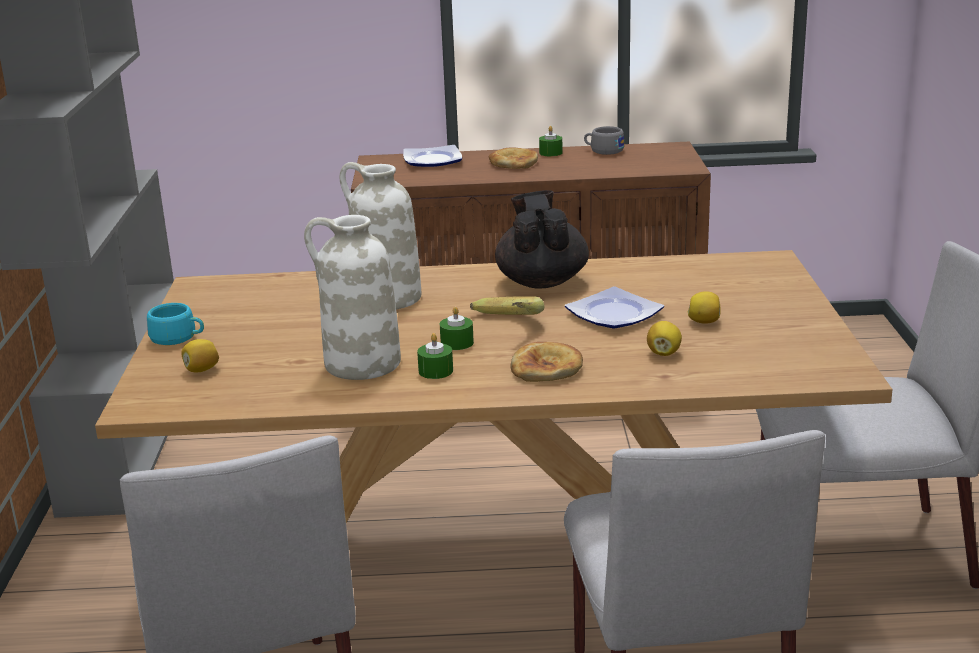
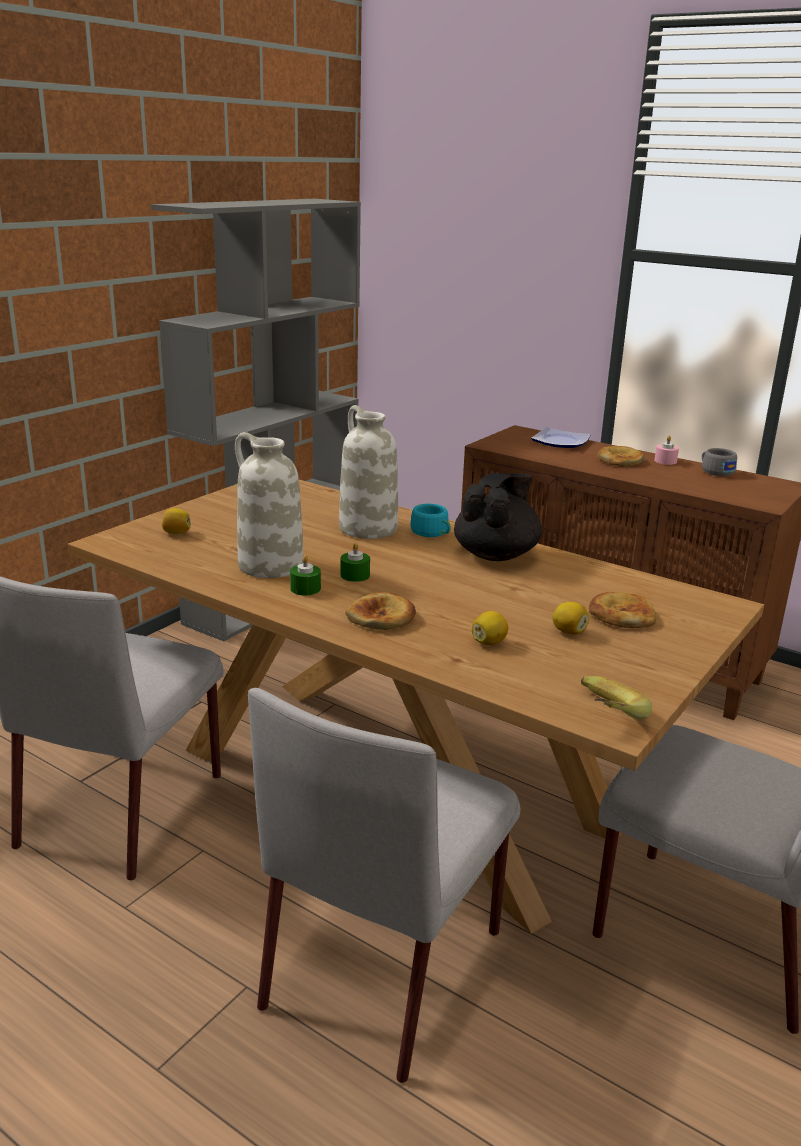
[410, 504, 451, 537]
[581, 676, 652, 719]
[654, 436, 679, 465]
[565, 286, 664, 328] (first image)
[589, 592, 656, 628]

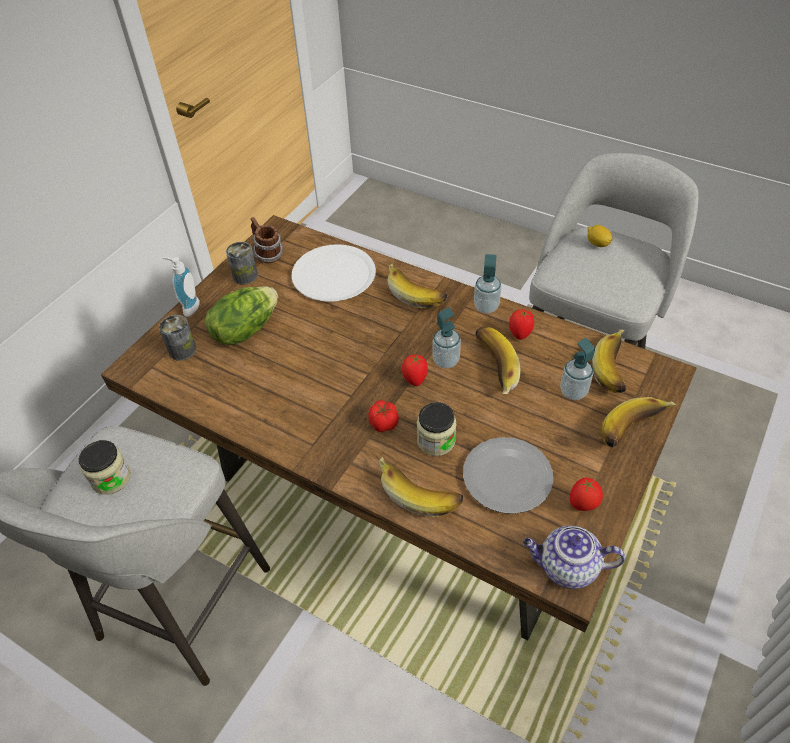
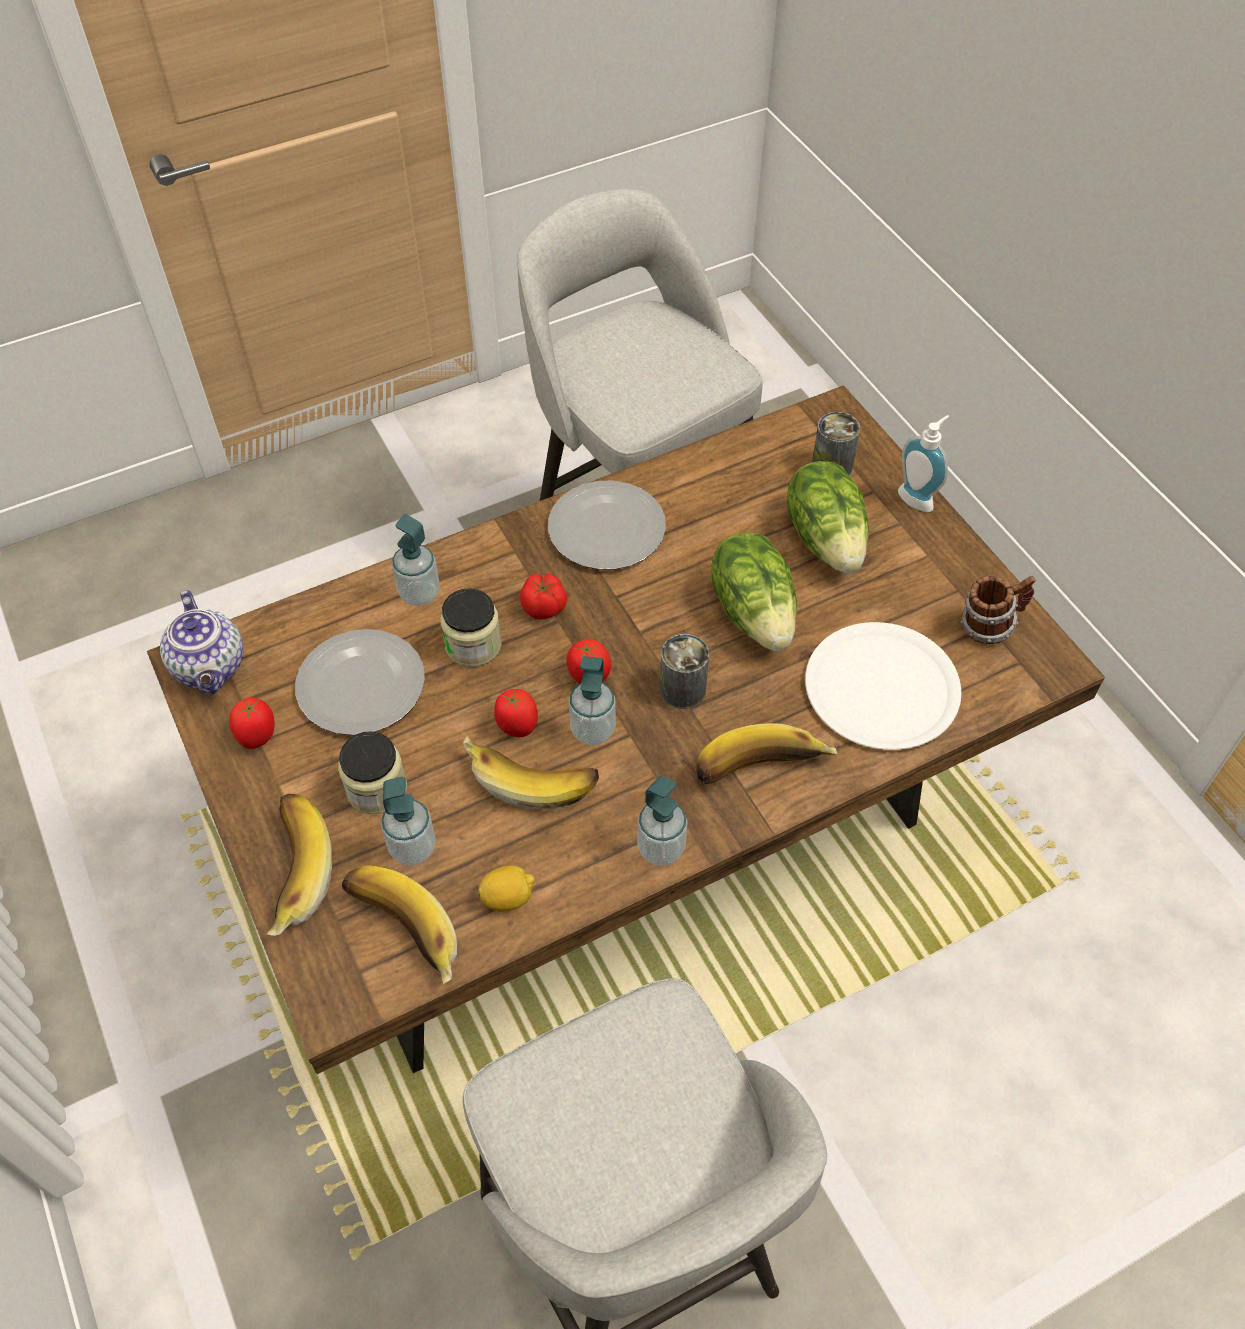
[338, 731, 407, 814]
[660, 634, 709, 709]
[392, 514, 440, 606]
[494, 689, 538, 737]
[160, 590, 244, 695]
[478, 866, 534, 912]
[548, 481, 666, 570]
[712, 533, 797, 652]

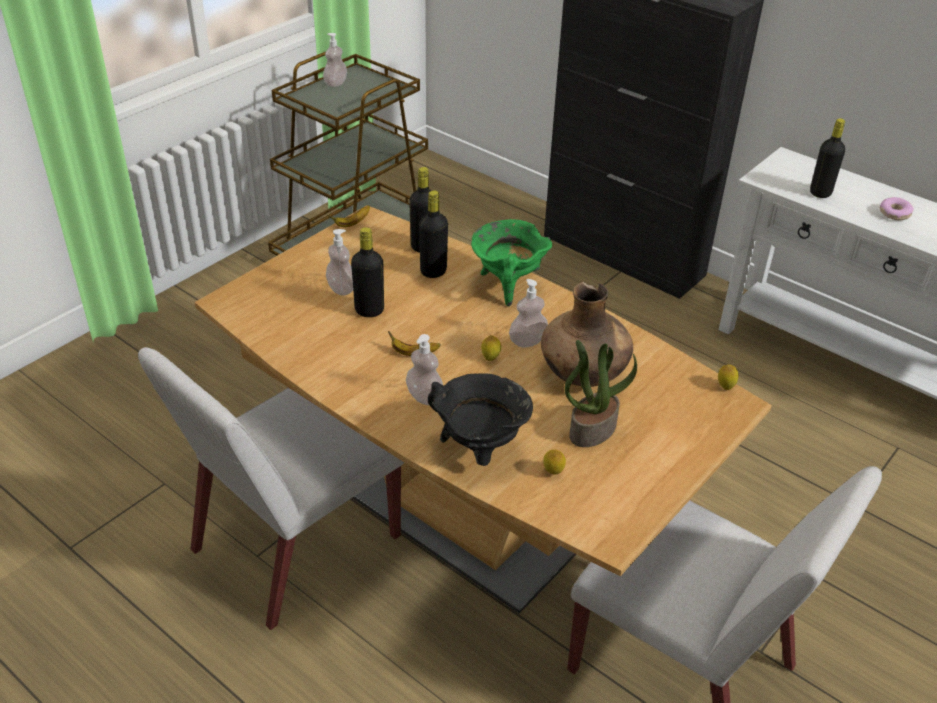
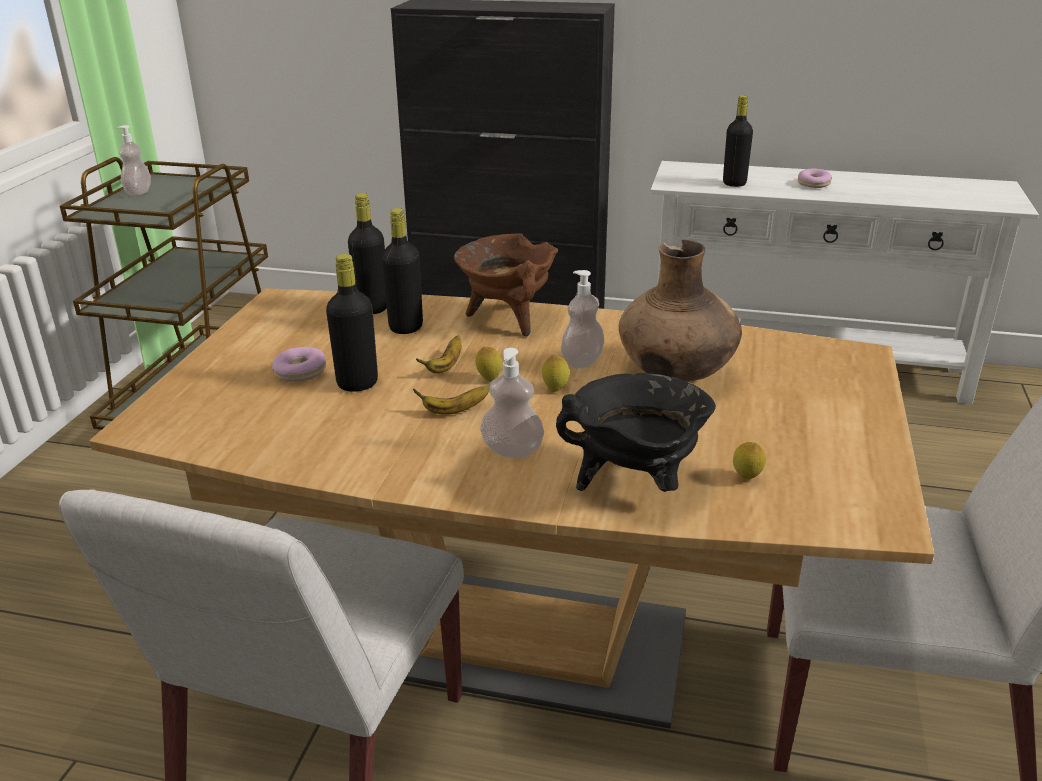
[272, 347, 326, 382]
[416, 336, 461, 373]
[454, 233, 558, 337]
[565, 340, 637, 447] (first image)
[476, 347, 502, 381]

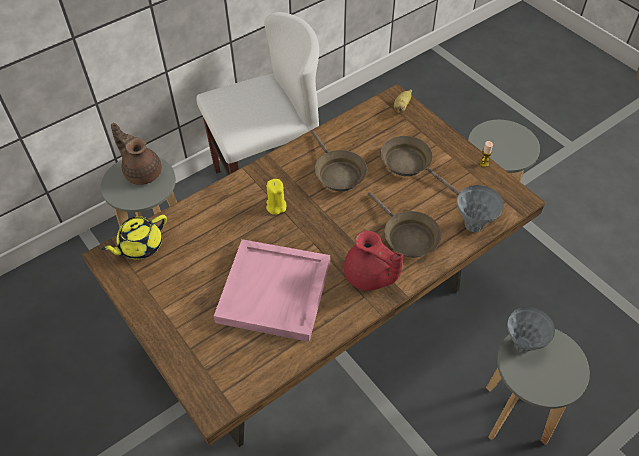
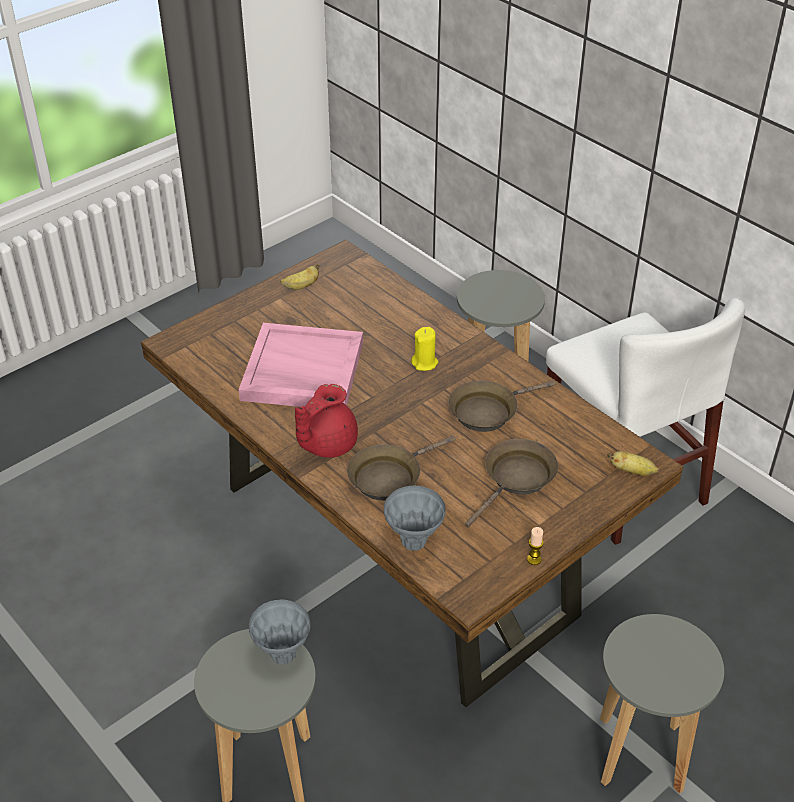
[101, 215, 167, 259] (first image)
[111, 123, 162, 185] (first image)
[280, 264, 320, 290]

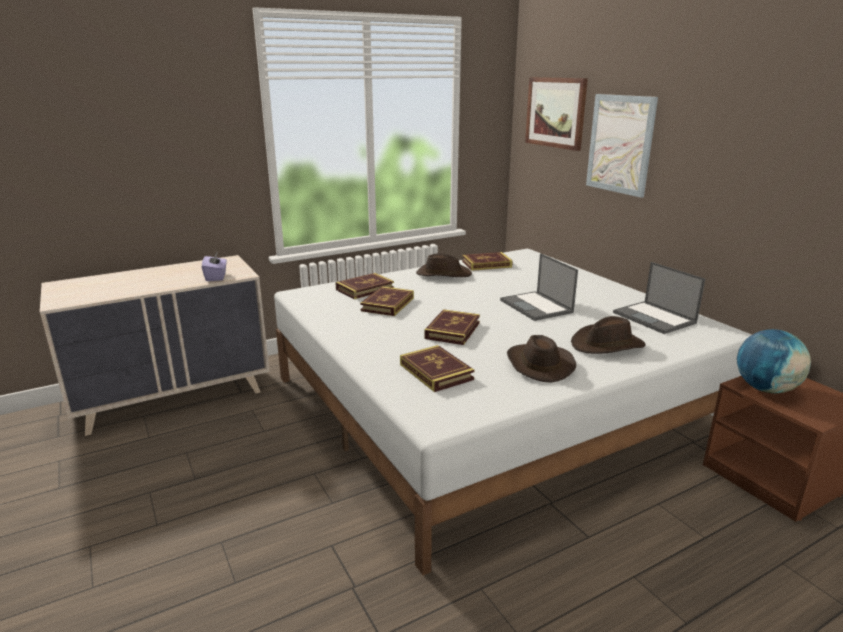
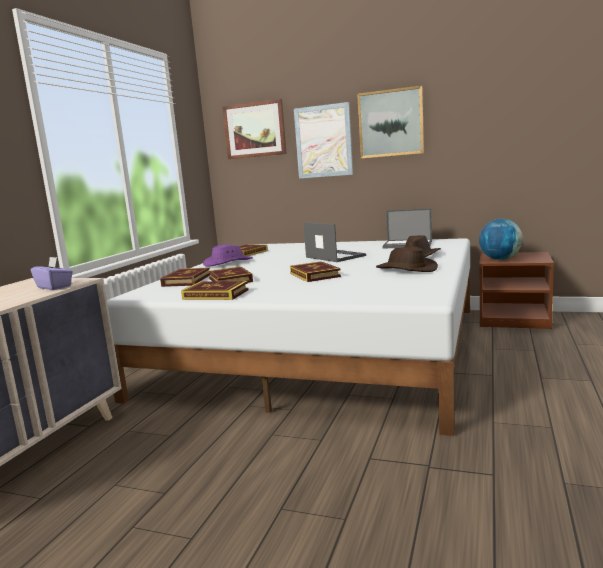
[181, 281, 249, 300]
[203, 245, 253, 267]
[303, 222, 366, 262]
[357, 85, 424, 158]

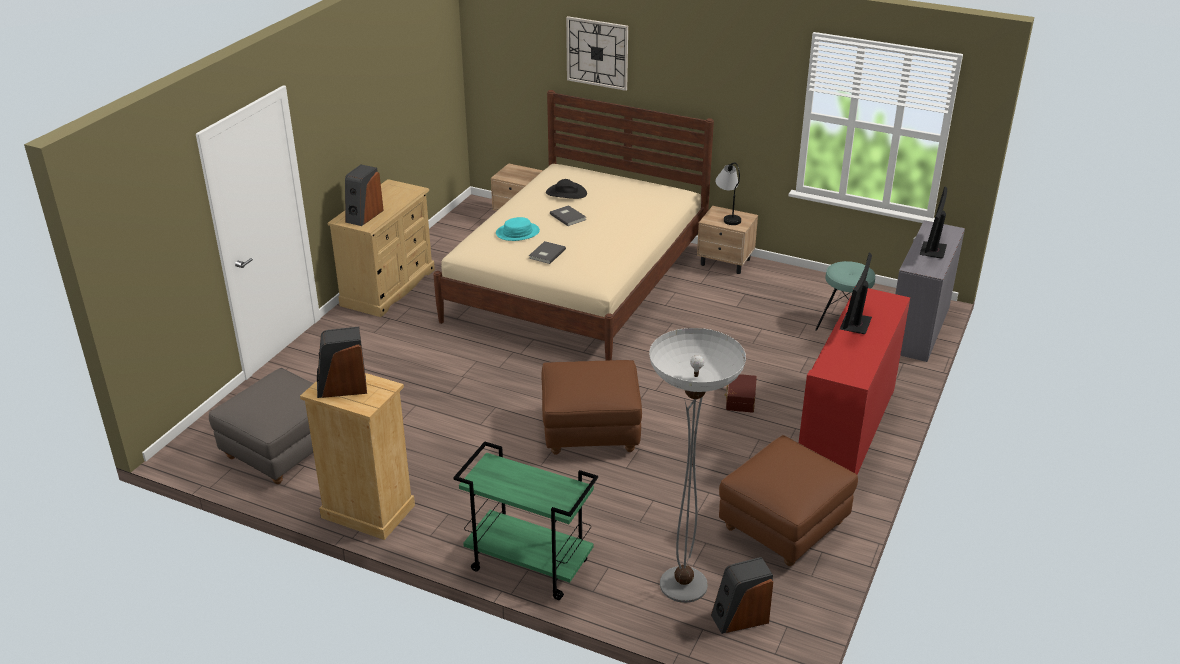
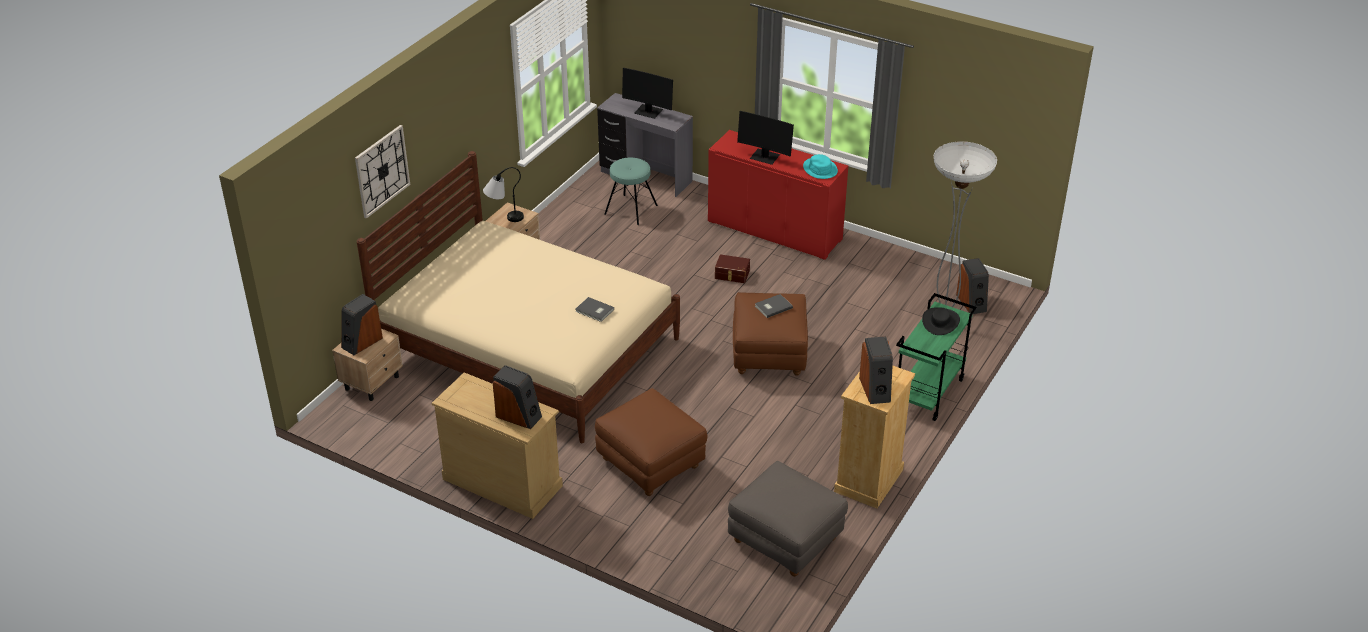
[803, 154, 838, 179]
[922, 307, 960, 335]
[755, 294, 793, 318]
[595, 388, 707, 496]
[341, 294, 383, 355]

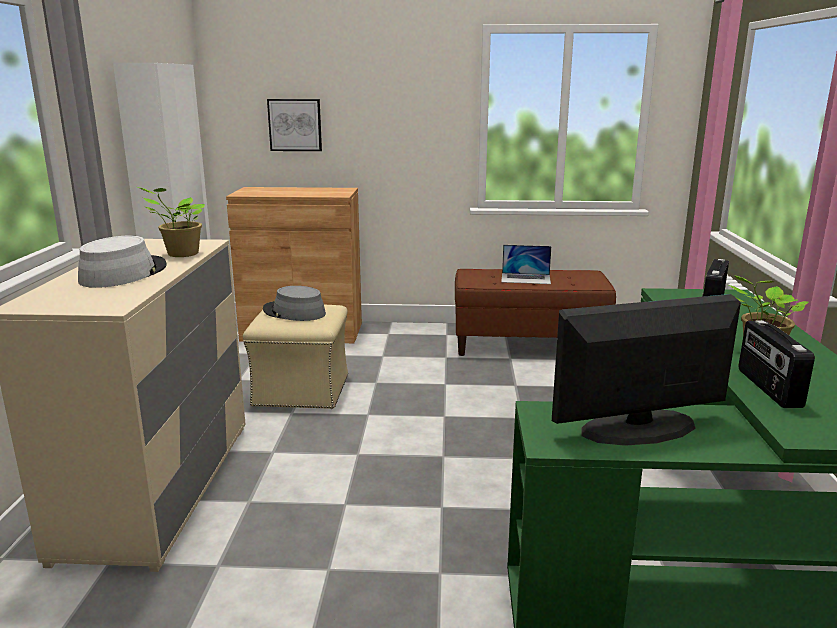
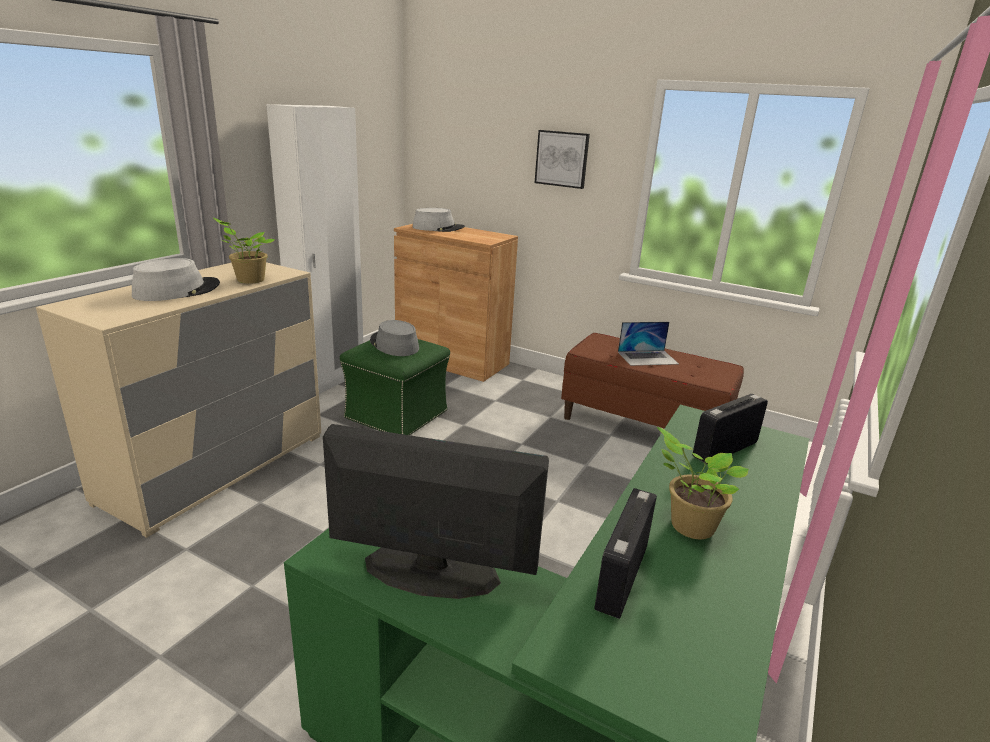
[340, 339, 450, 435]
[535, 130, 590, 189]
[618, 322, 679, 366]
[412, 208, 465, 232]

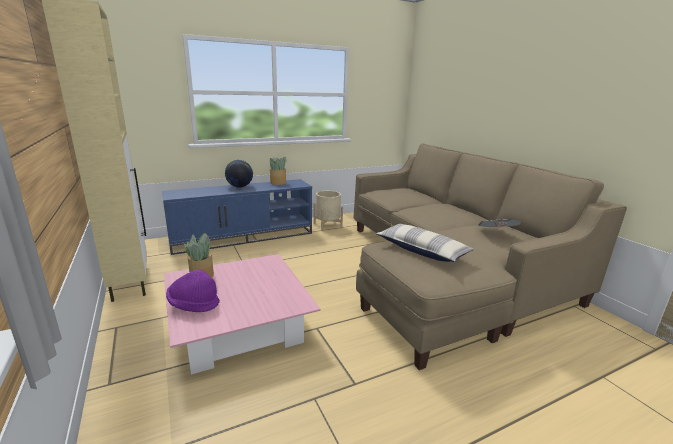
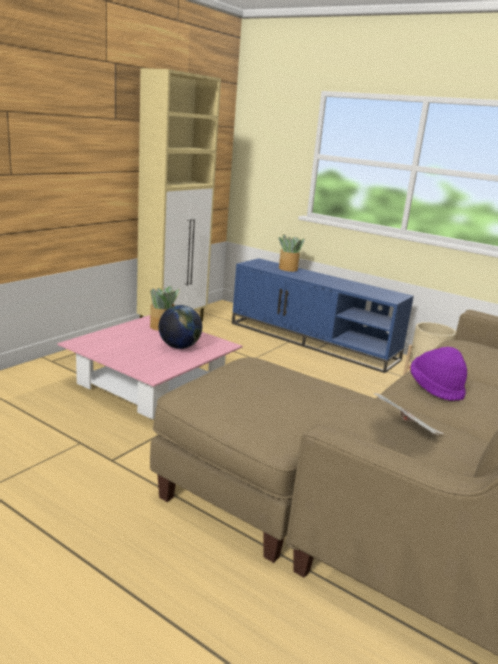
[410, 347, 467, 401]
[159, 305, 202, 349]
[279, 234, 305, 272]
[376, 224, 474, 262] (first image)

